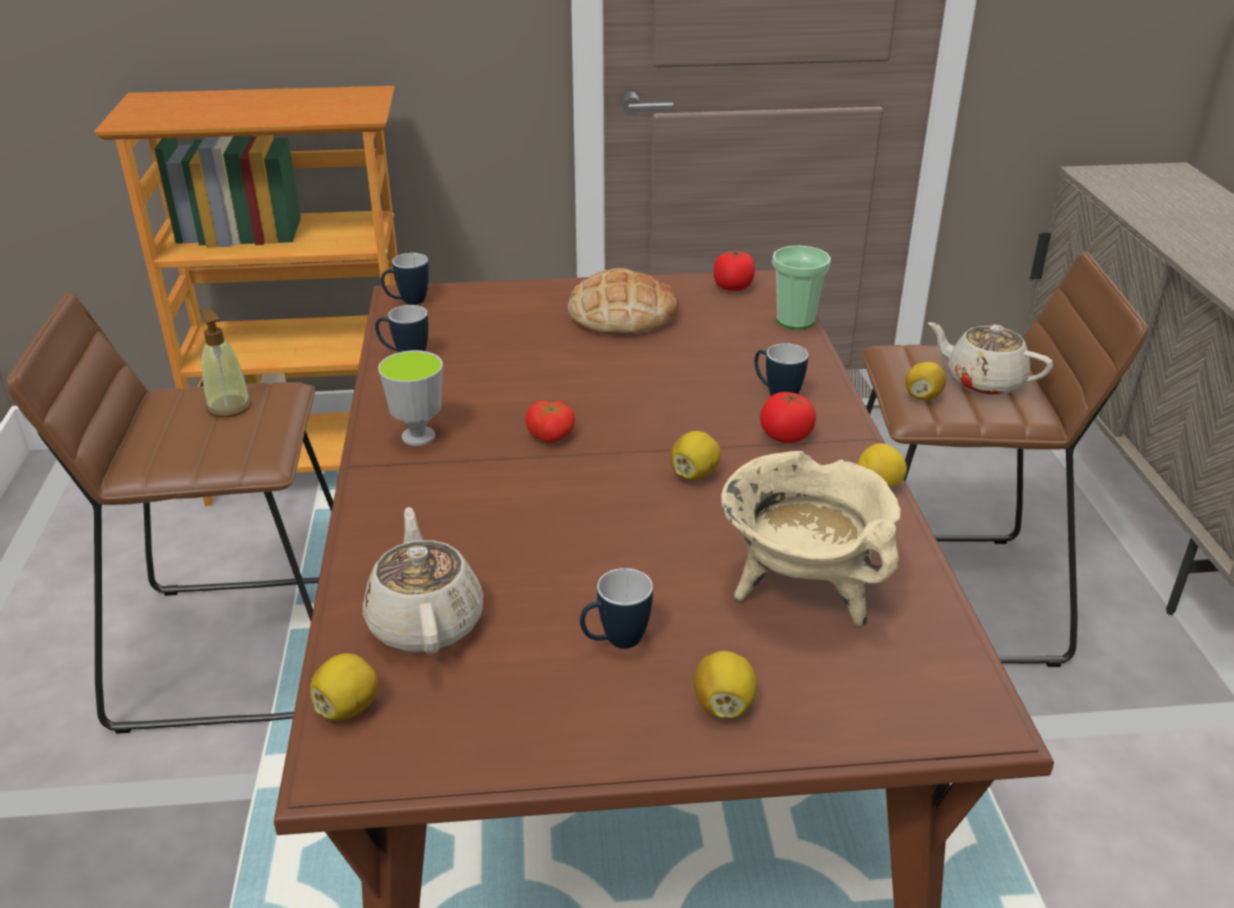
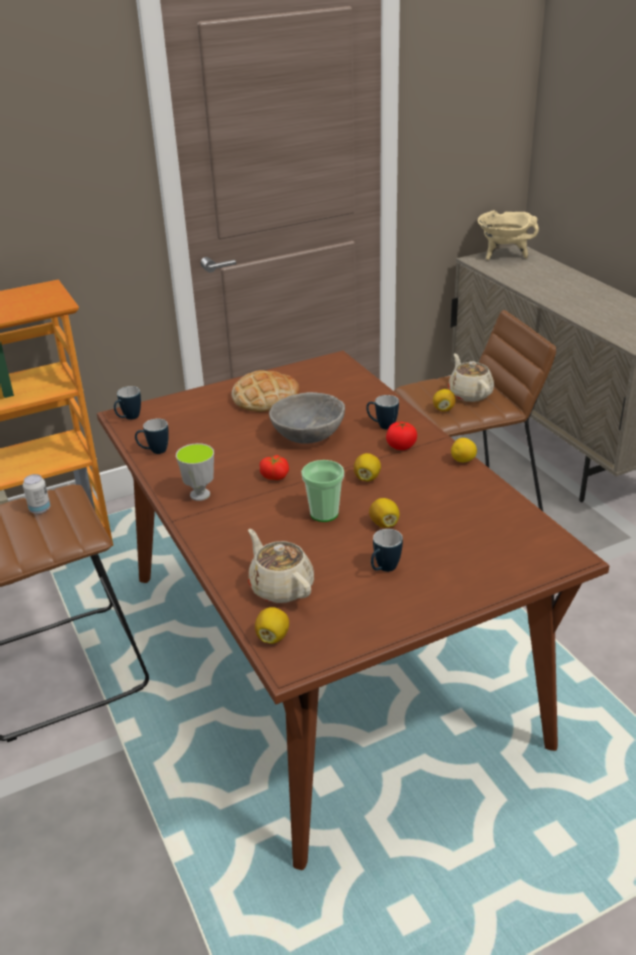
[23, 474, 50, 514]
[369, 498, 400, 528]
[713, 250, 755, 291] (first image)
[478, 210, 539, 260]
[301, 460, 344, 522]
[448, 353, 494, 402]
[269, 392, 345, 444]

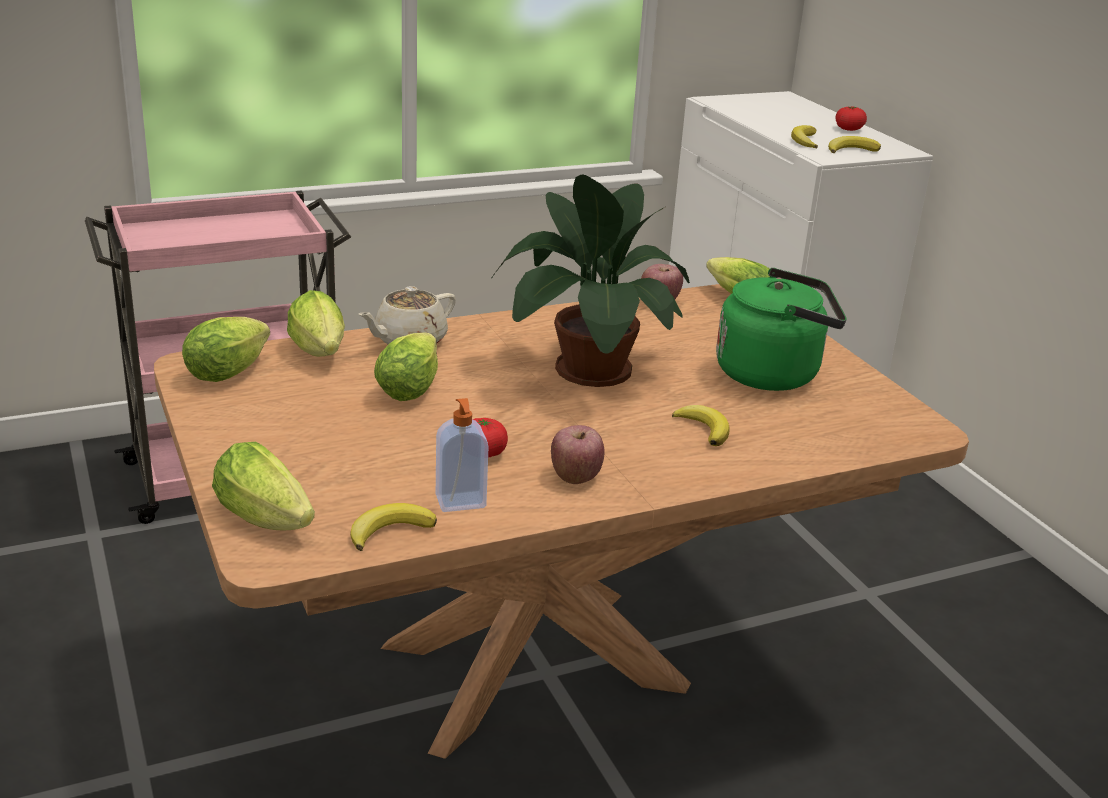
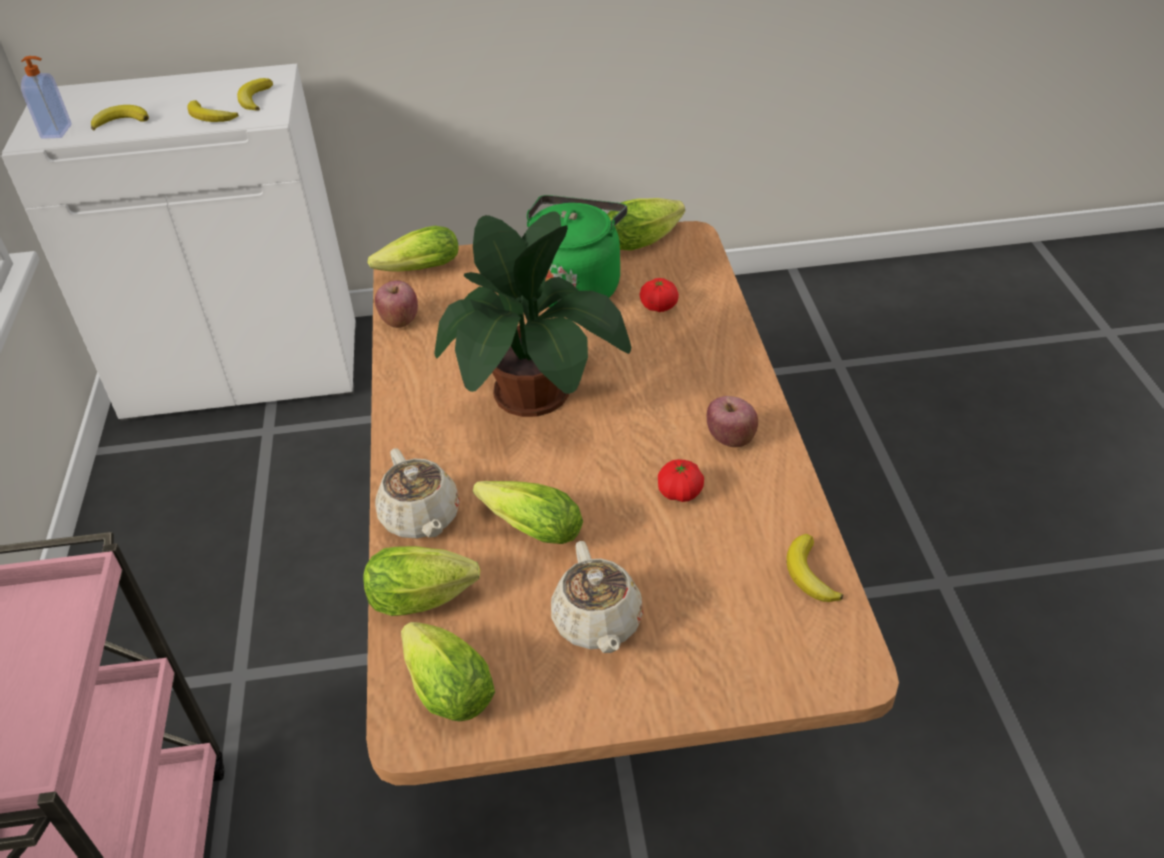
[607, 198, 685, 251]
[21, 56, 71, 139]
[91, 105, 149, 130]
[640, 278, 679, 312]
[551, 541, 643, 653]

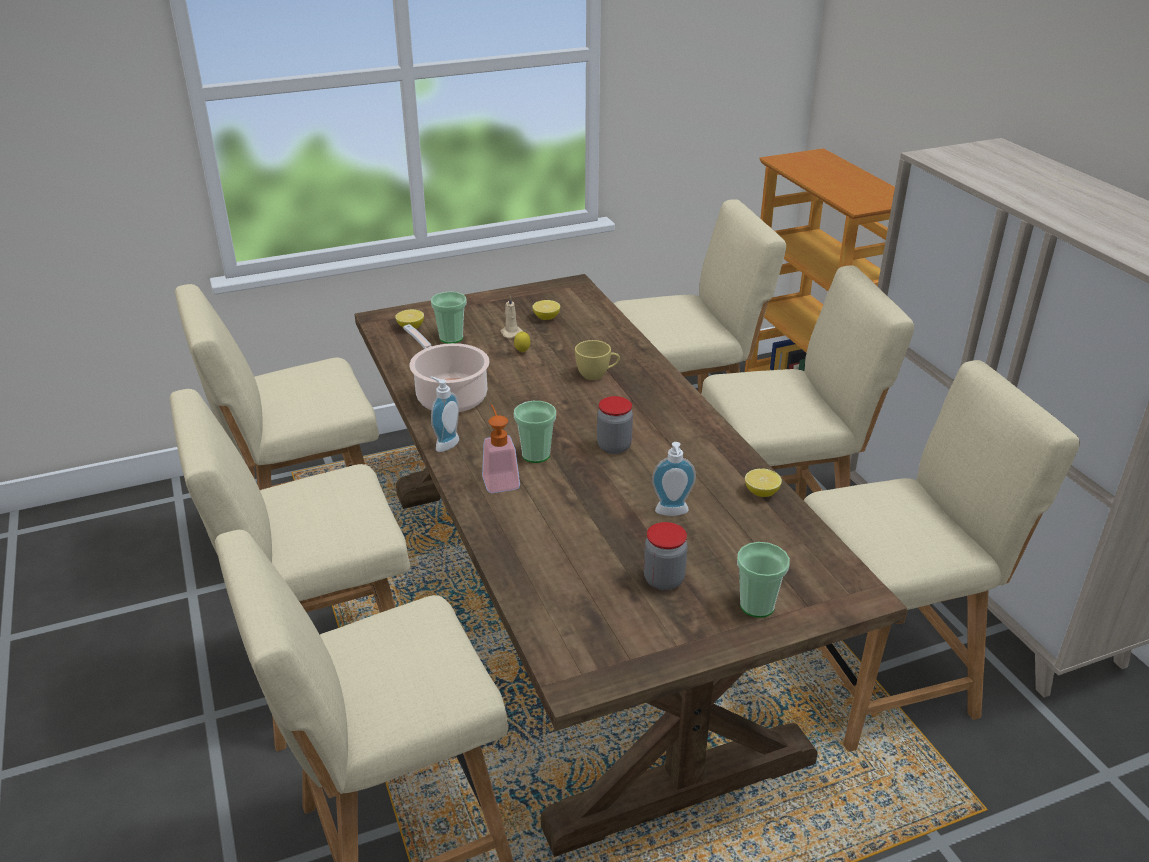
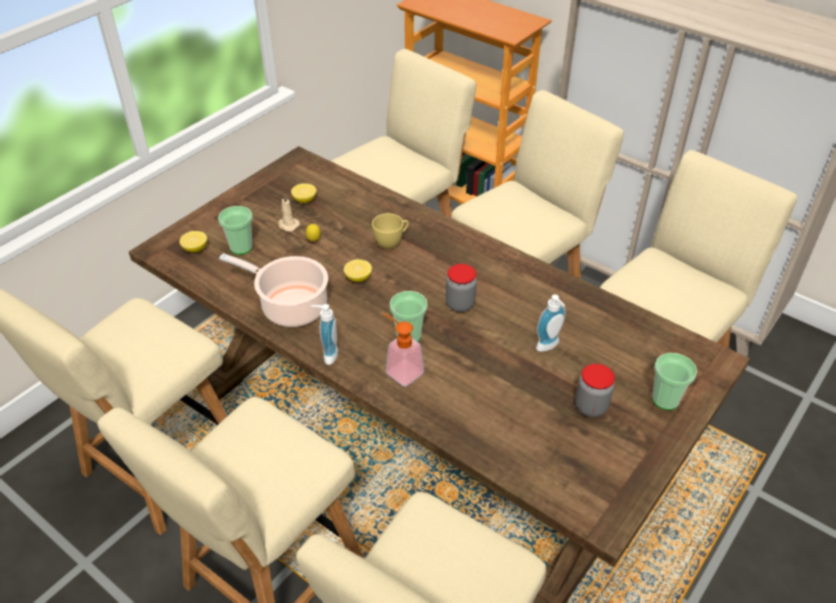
[344, 259, 372, 282]

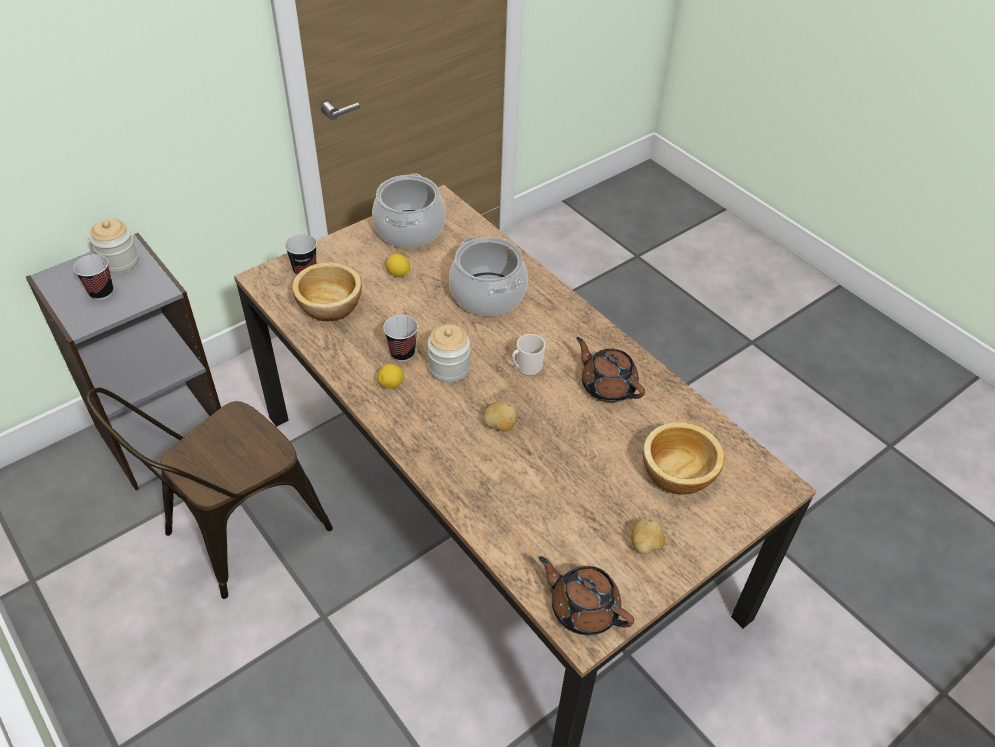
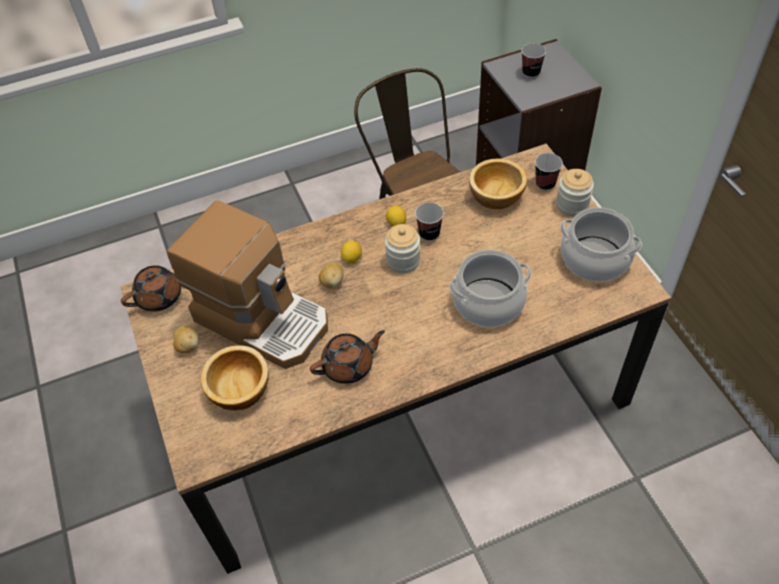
[556, 169, 594, 216]
[341, 241, 362, 264]
[512, 334, 546, 376] (first image)
[167, 201, 328, 369]

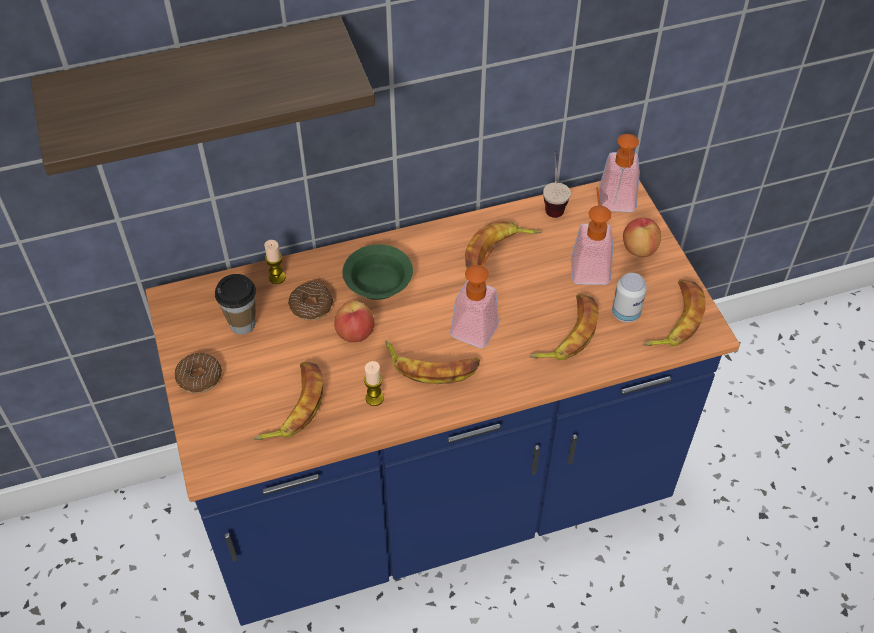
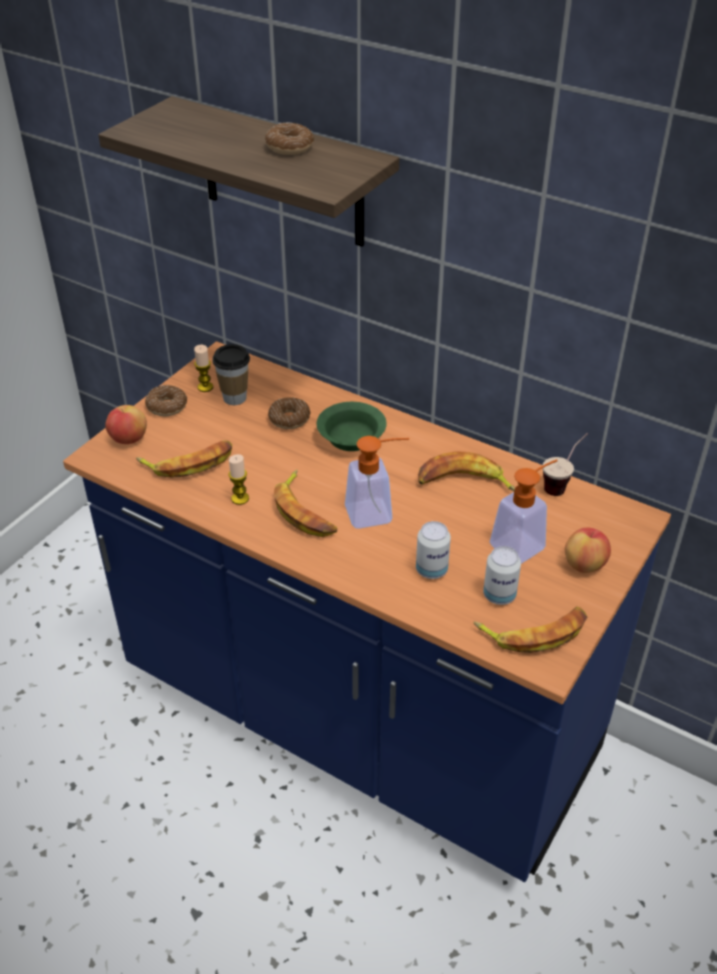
[194, 345, 213, 392]
[105, 405, 147, 444]
[416, 521, 451, 579]
[599, 134, 640, 212] (first image)
[265, 123, 314, 155]

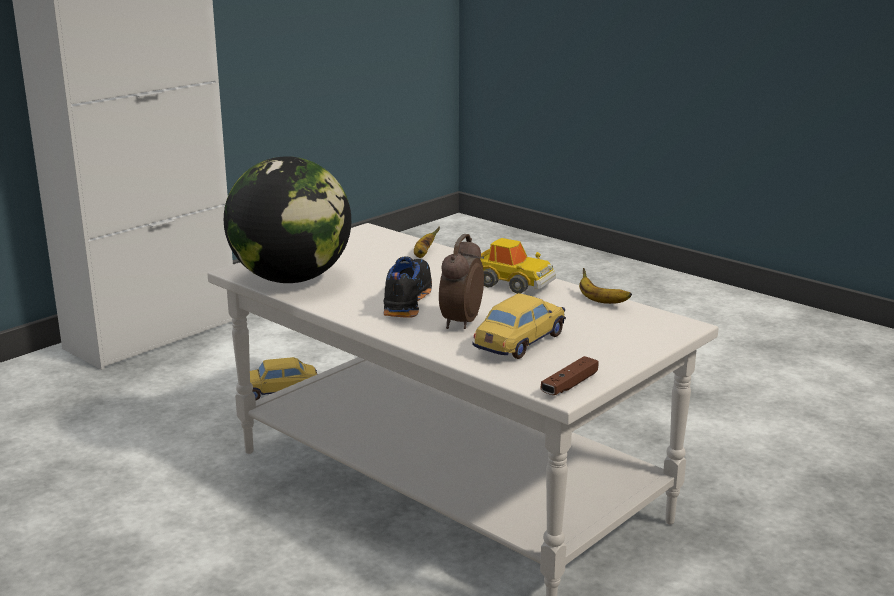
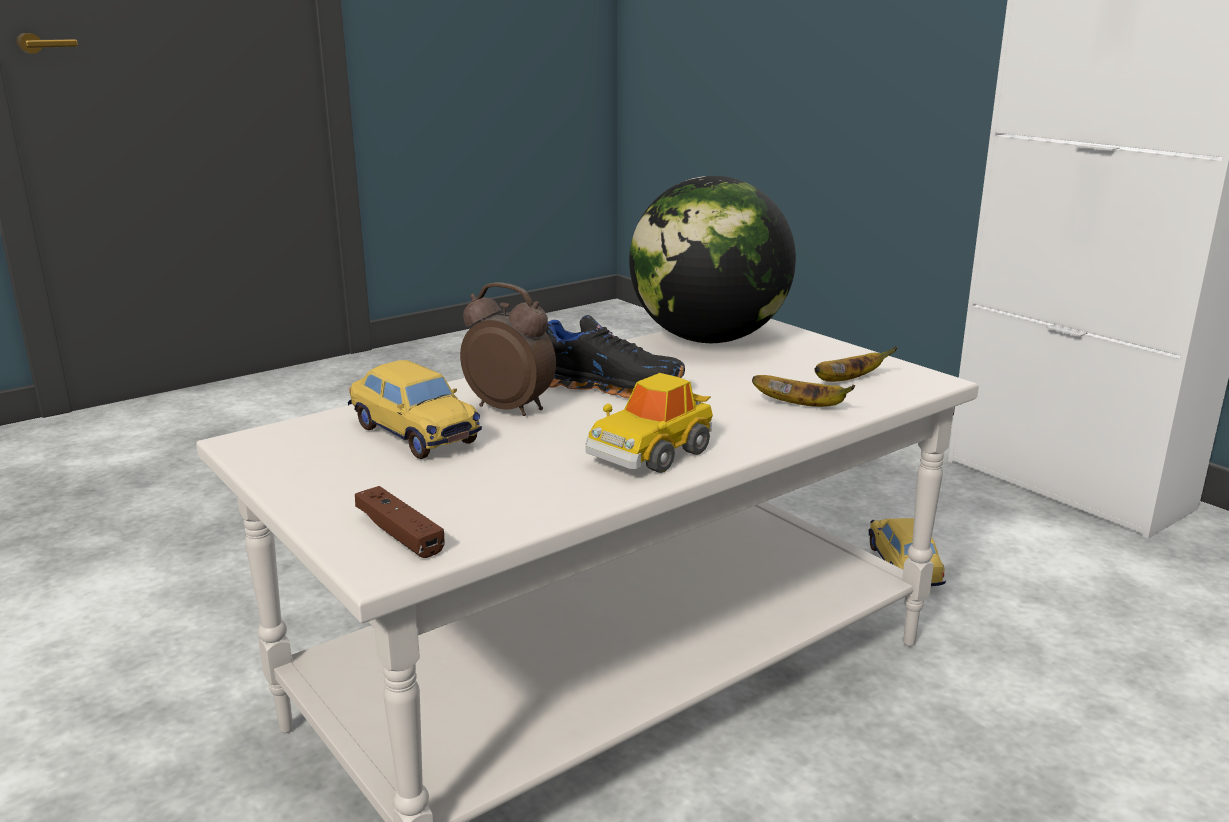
[355, 486, 444, 558]
[814, 346, 898, 382]

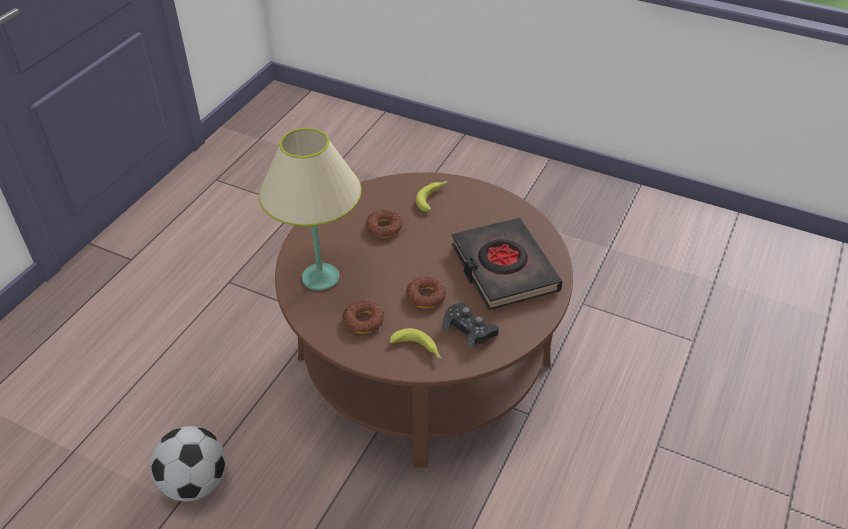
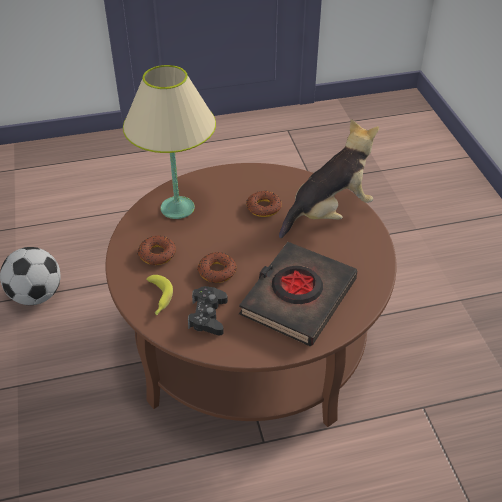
[279, 119, 379, 238]

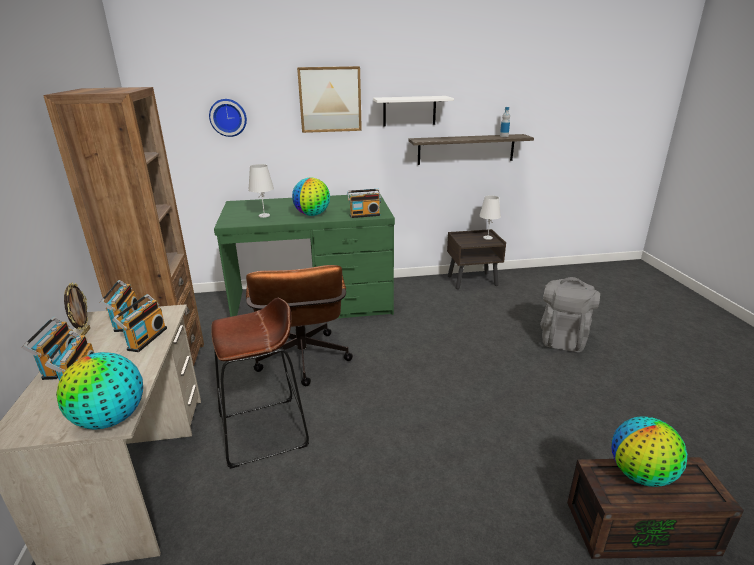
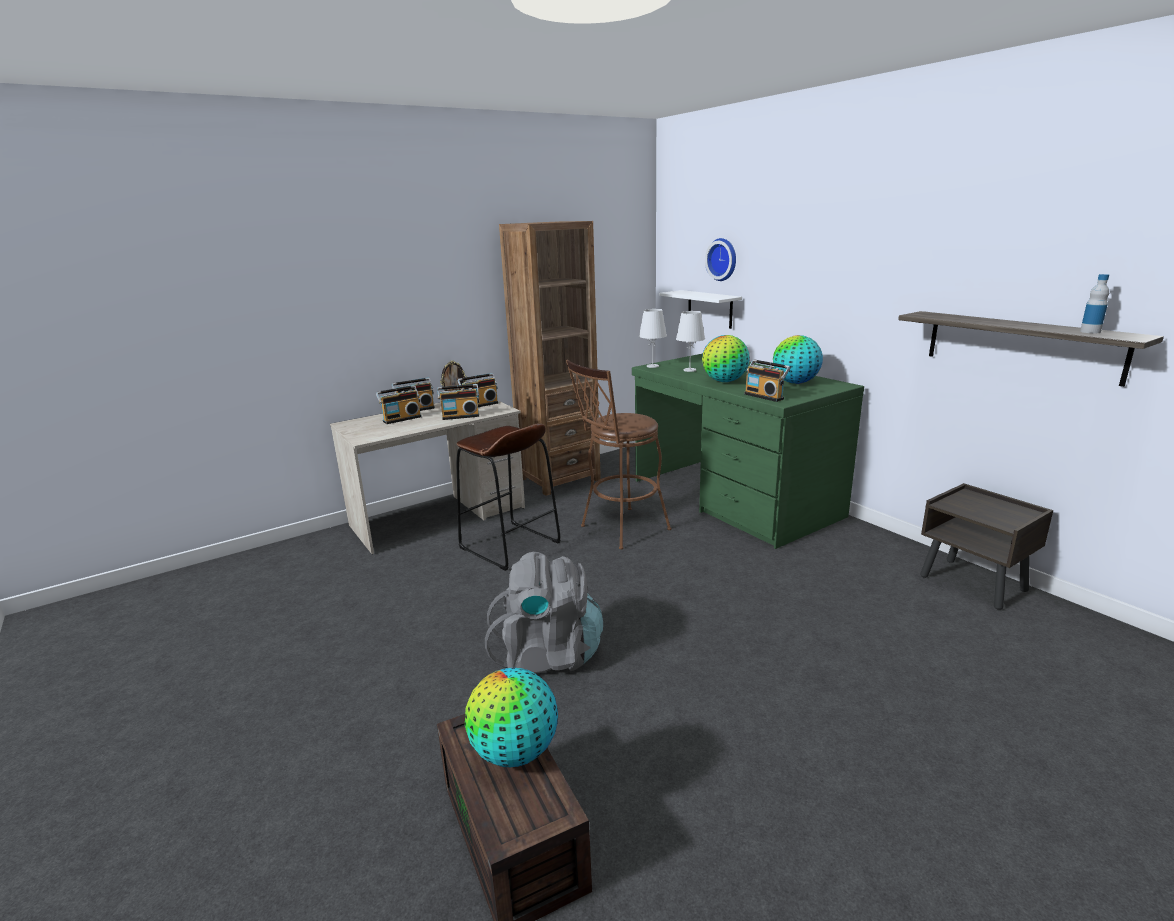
[773, 335, 823, 384]
[566, 360, 671, 550]
[297, 66, 362, 133] (first image)
[659, 290, 742, 329]
[639, 309, 667, 368]
[485, 552, 603, 673]

